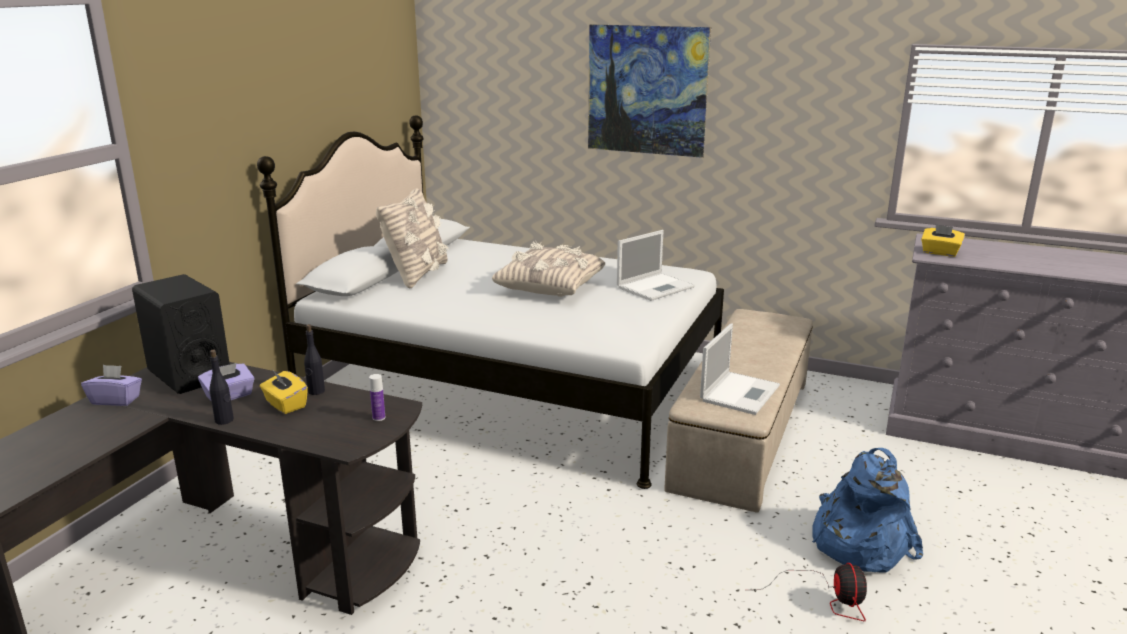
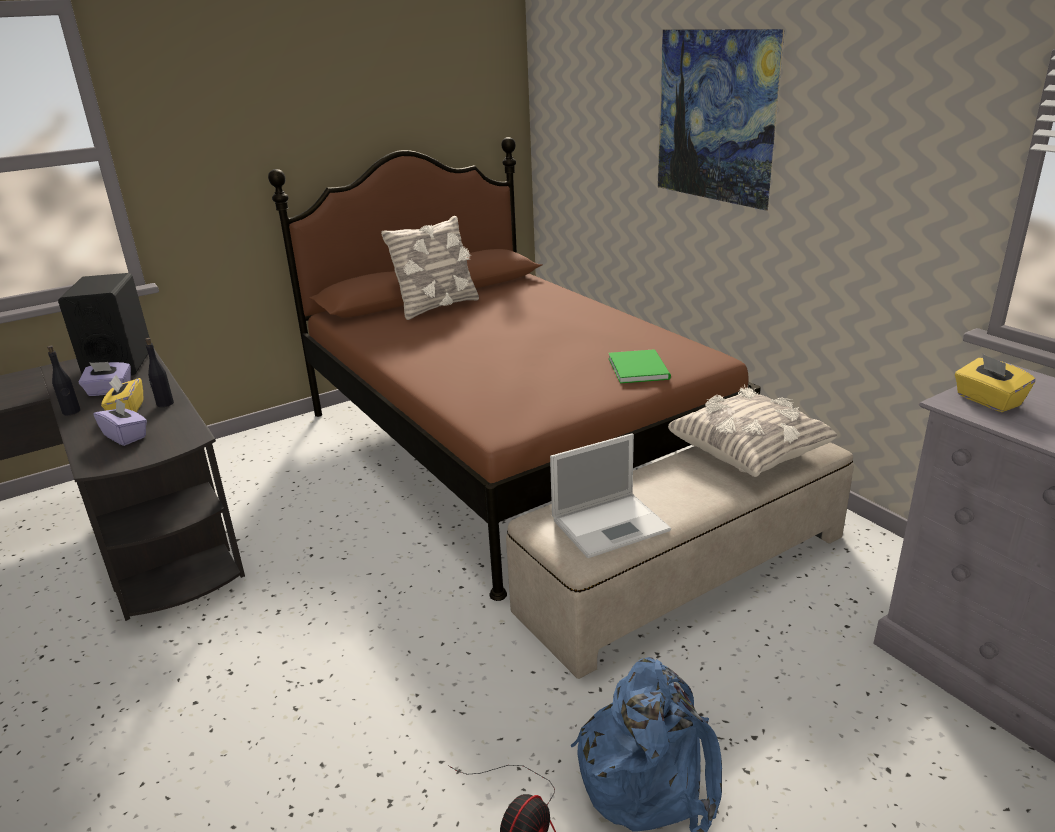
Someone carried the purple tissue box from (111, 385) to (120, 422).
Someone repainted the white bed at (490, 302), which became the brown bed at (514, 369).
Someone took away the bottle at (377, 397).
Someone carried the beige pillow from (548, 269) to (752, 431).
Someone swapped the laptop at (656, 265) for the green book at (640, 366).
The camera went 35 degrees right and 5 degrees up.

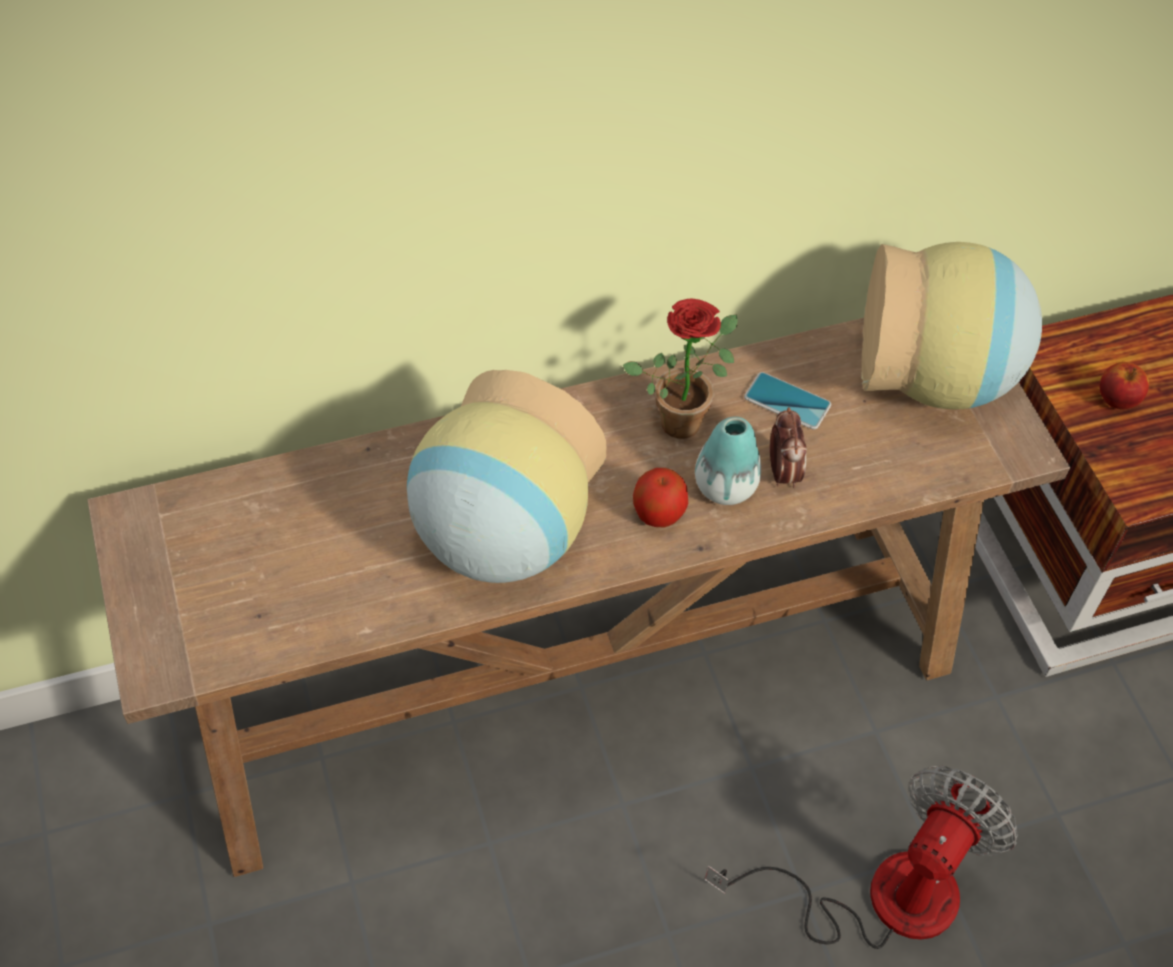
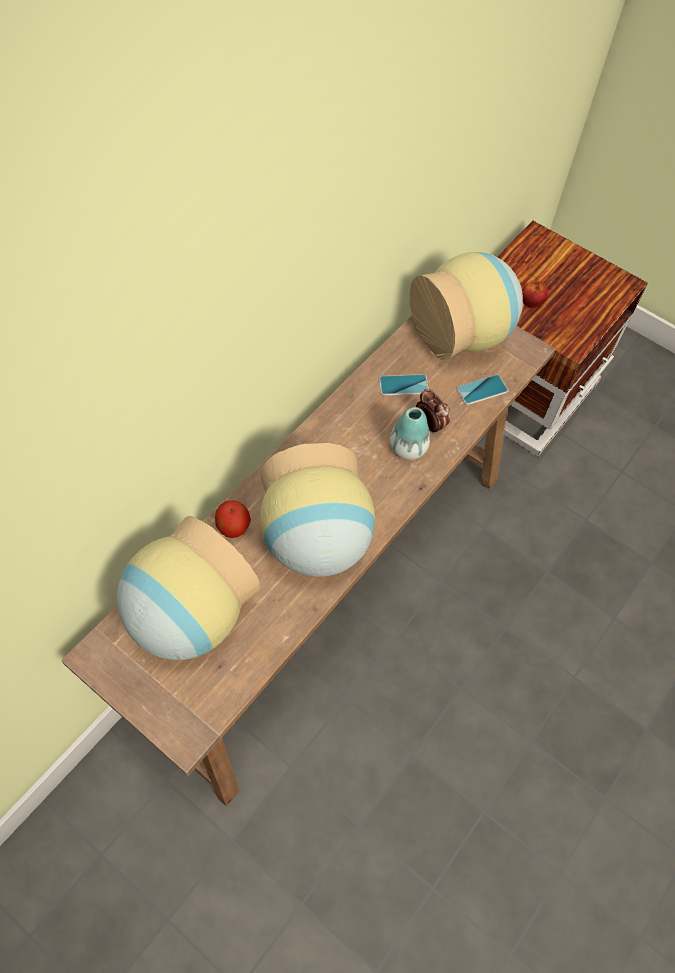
Someone took away the potted plant at (680, 369).
Someone carried the apple from (660, 497) to (233, 519).
Someone took away the fan at (861, 857).
Someone put down the vase at (188, 588).
Someone put down the phone at (482, 389).
The camera went 35 degrees left and 5 degrees up.

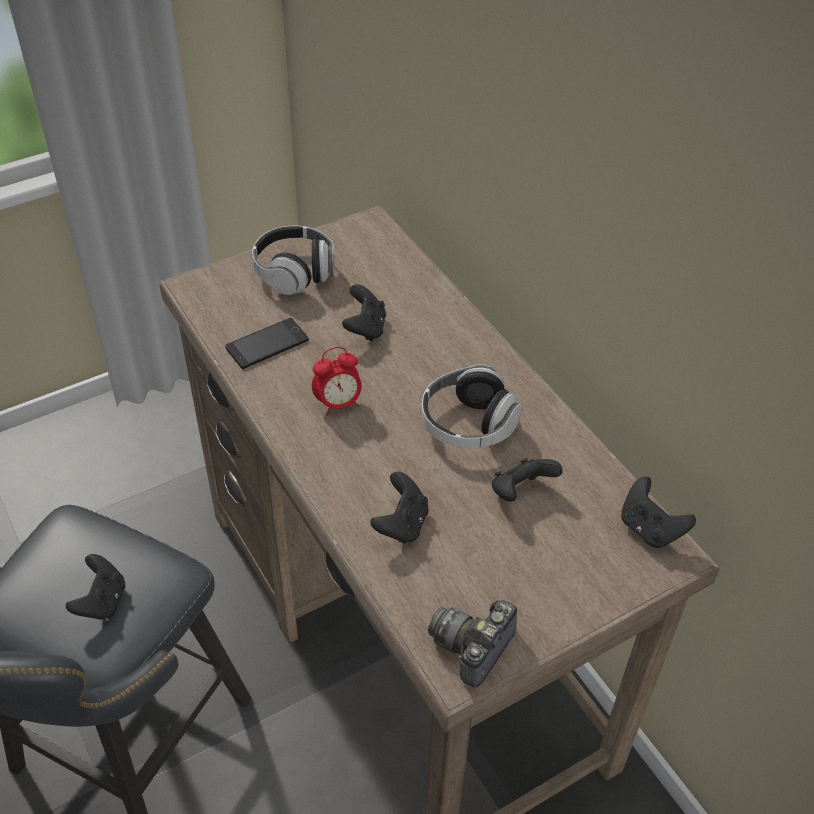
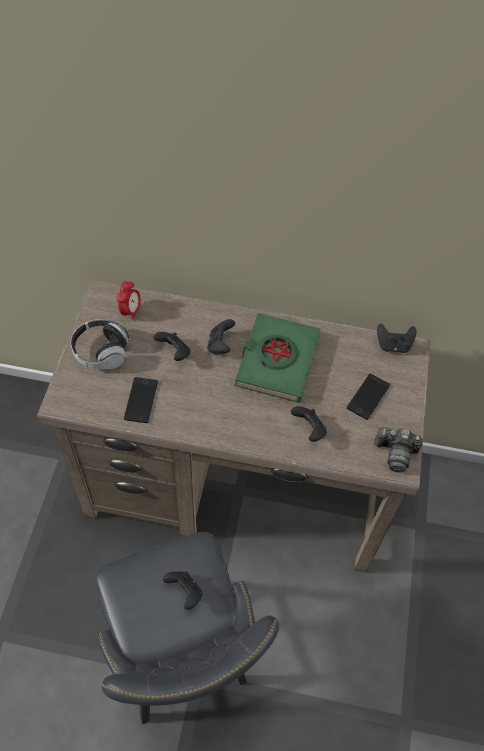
Someone carried the alarm clock from (337, 381) to (128, 300).
Someone swapped the headphones at (472, 406) for the green book at (278, 358).
Someone rotated the photo camera at (472, 644) by 60 degrees counterclockwise.
Someone carried the black game controller from (527, 480) to (221, 336).
Someone put down the phone at (368, 397).
The camera went 50 degrees left and 10 degrees up.

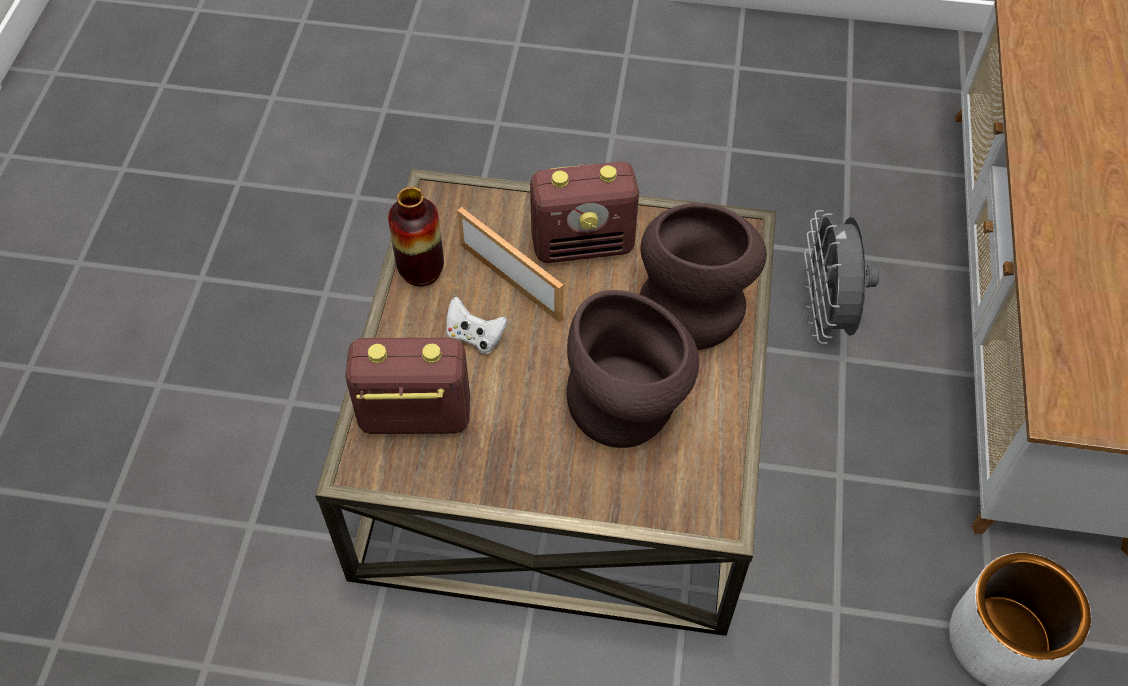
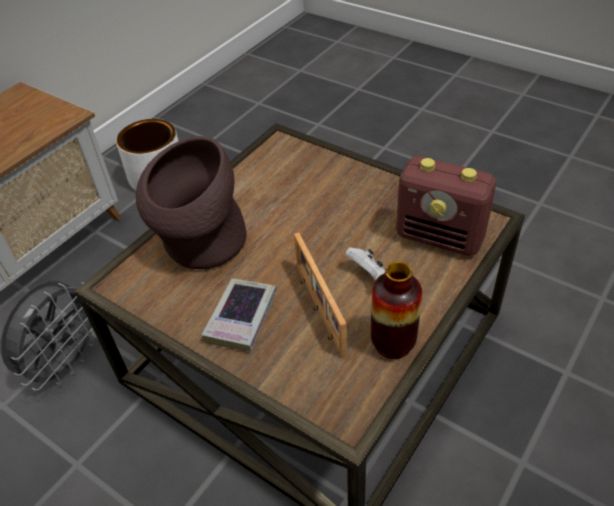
Someone swapped the radio at (584, 212) for the book at (239, 314).
Someone took away the brown vase at (633, 369).
The camera went 150 degrees left and 10 degrees down.

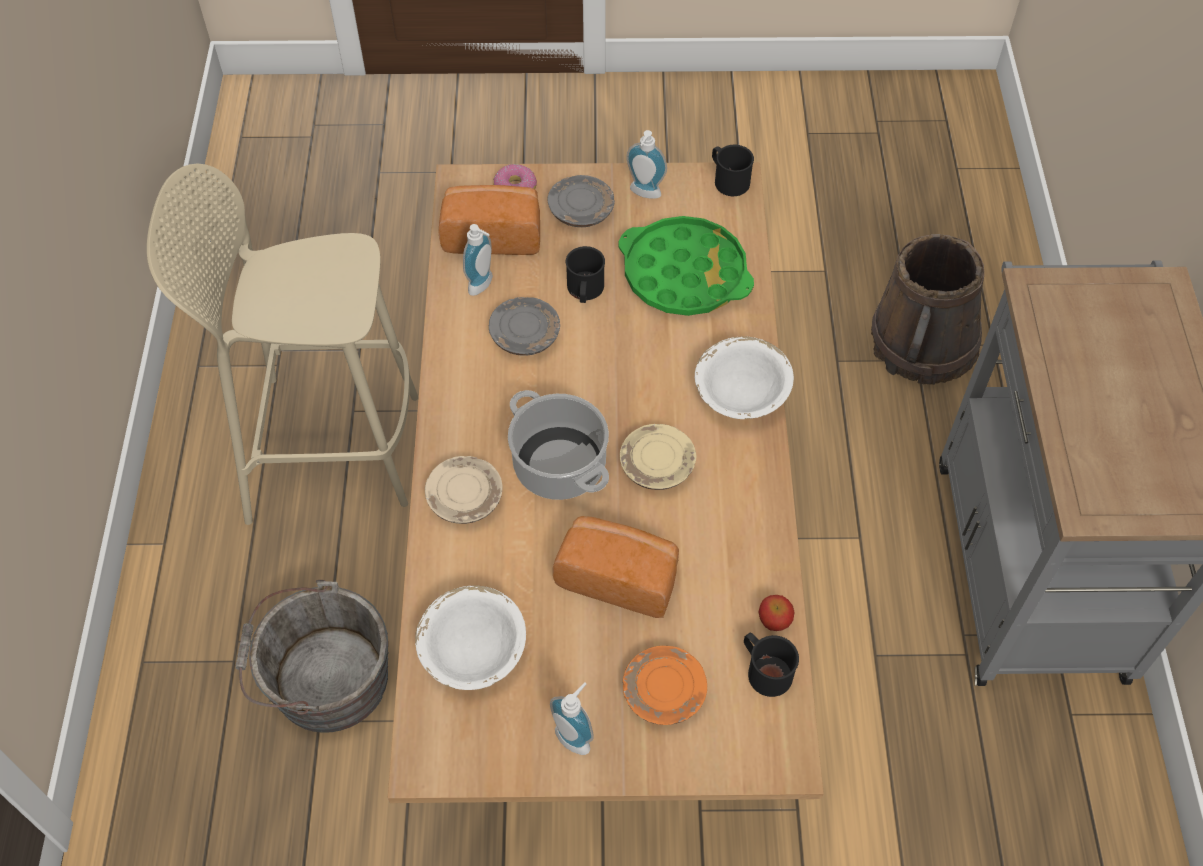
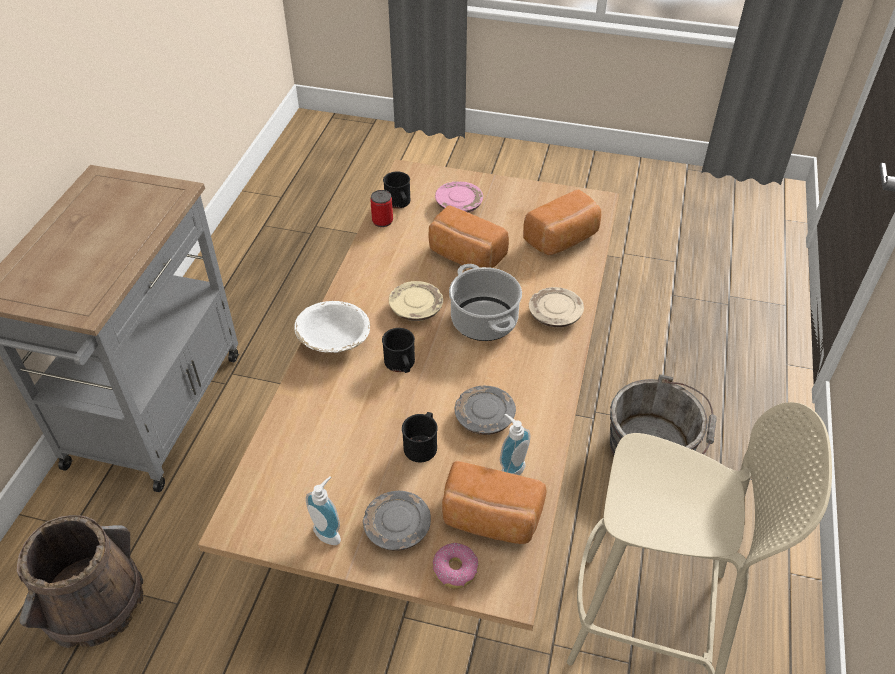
Someone swapped the white bowl at (470, 637) for the bread at (562, 222).
Someone took away the soap dispenser at (572, 719).
Someone took away the green tray at (686, 266).
Someone repainted the orange plate at (665, 685), which became the pink plate at (459, 197).
Someone carried the black mug from (733, 170) to (398, 350).
Someone swapped the apple at (776, 613) for the can at (381, 208).
The camera went 165 degrees left and 10 degrees down.

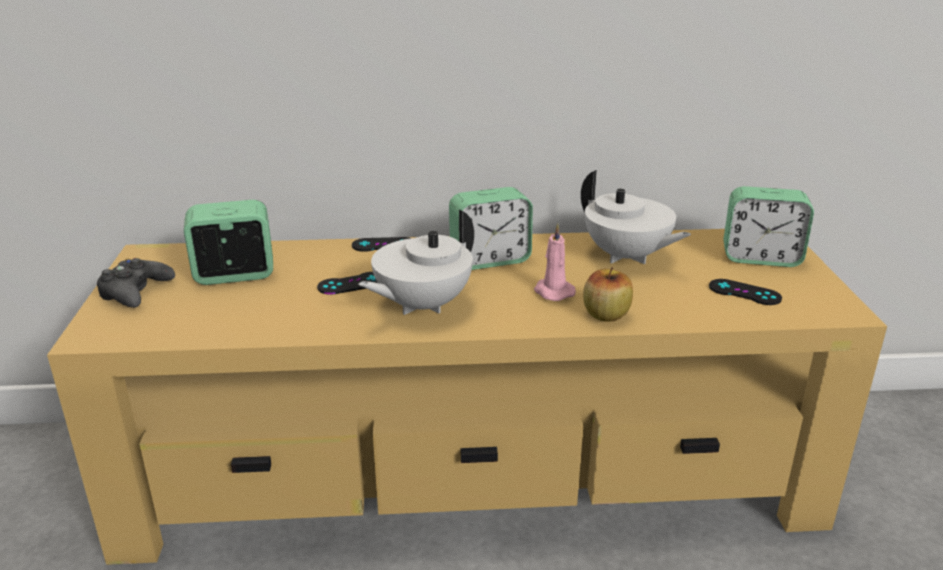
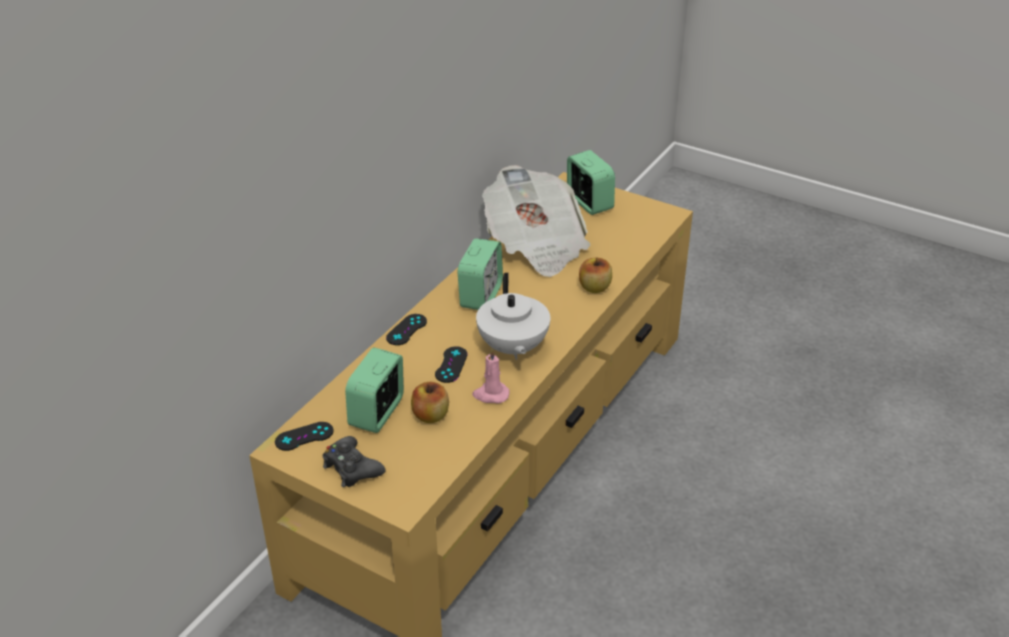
Someone carried the pink candle from (555, 262) to (491, 376).
Someone swapped the white teapot at (636, 217) for the newspaper at (536, 221).
Someone carried the black game controller from (745, 292) to (304, 436).
Someone rotated the alarm clock at (768, 226) by 75 degrees counterclockwise.
Someone put down the apple at (430, 402).
The camera went 55 degrees left and 10 degrees up.

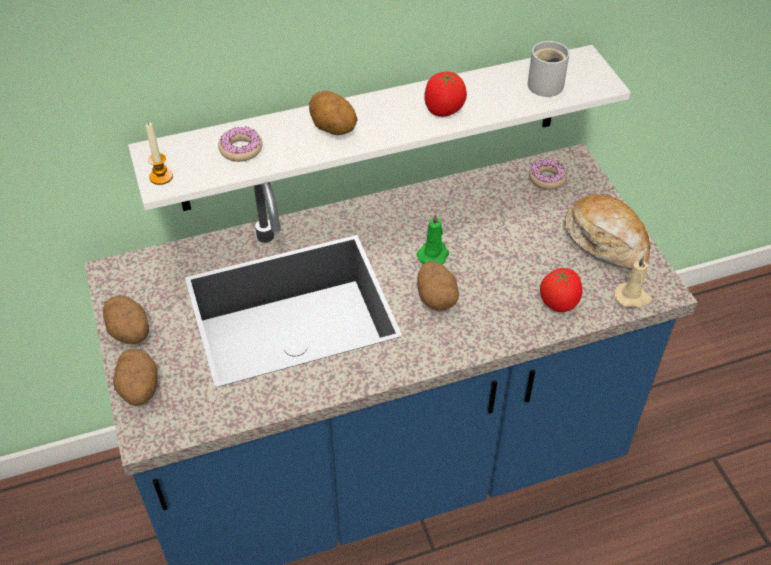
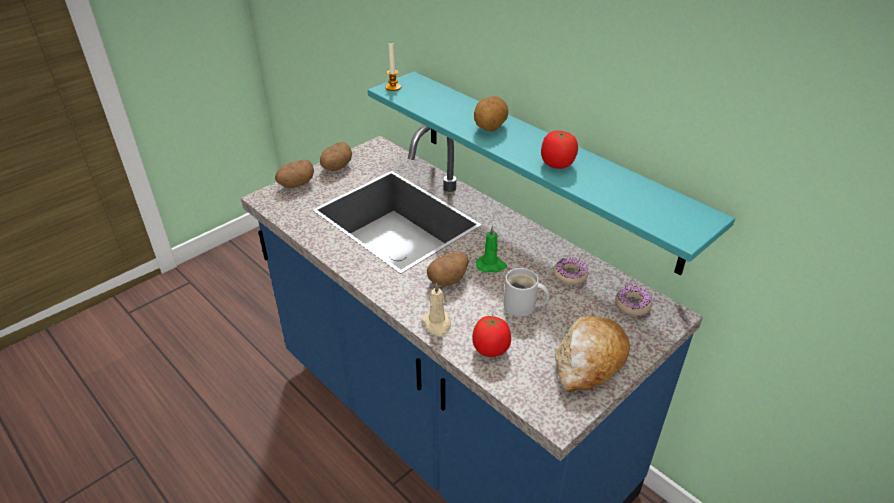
Someone repainted the white shelf at (379, 128), which became the turquoise shelf at (551, 173).
Someone carried the donut from (240, 144) to (571, 271).
Someone carried the white mug from (549, 69) to (526, 292).
Someone carried the beige candle from (633, 282) to (436, 309).
The camera went 65 degrees right and 10 degrees down.

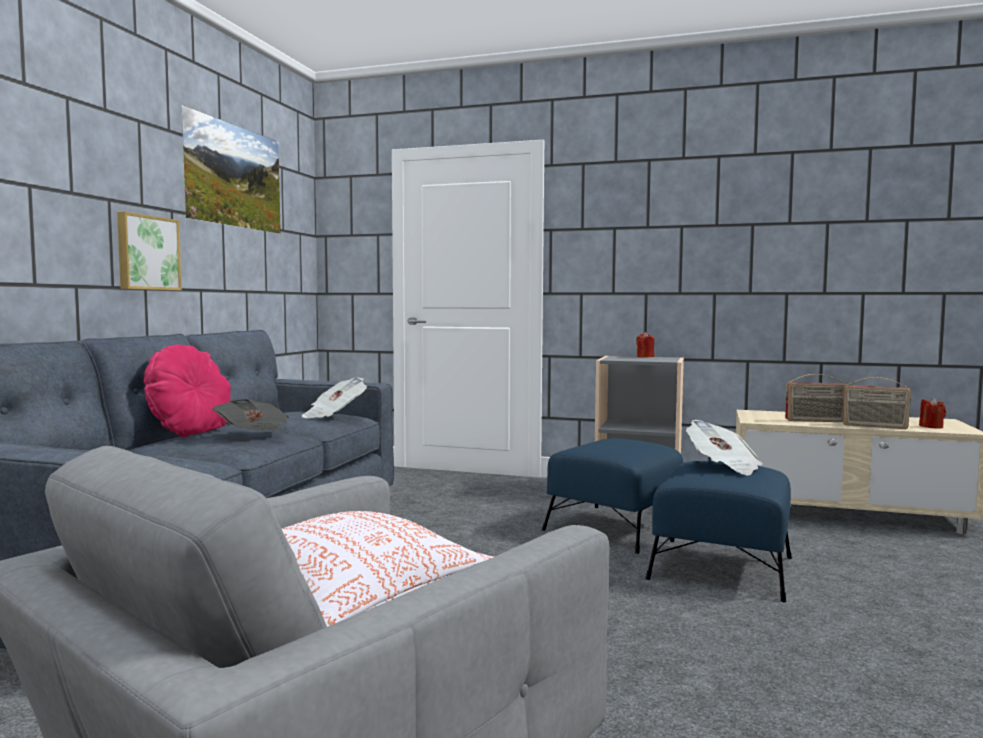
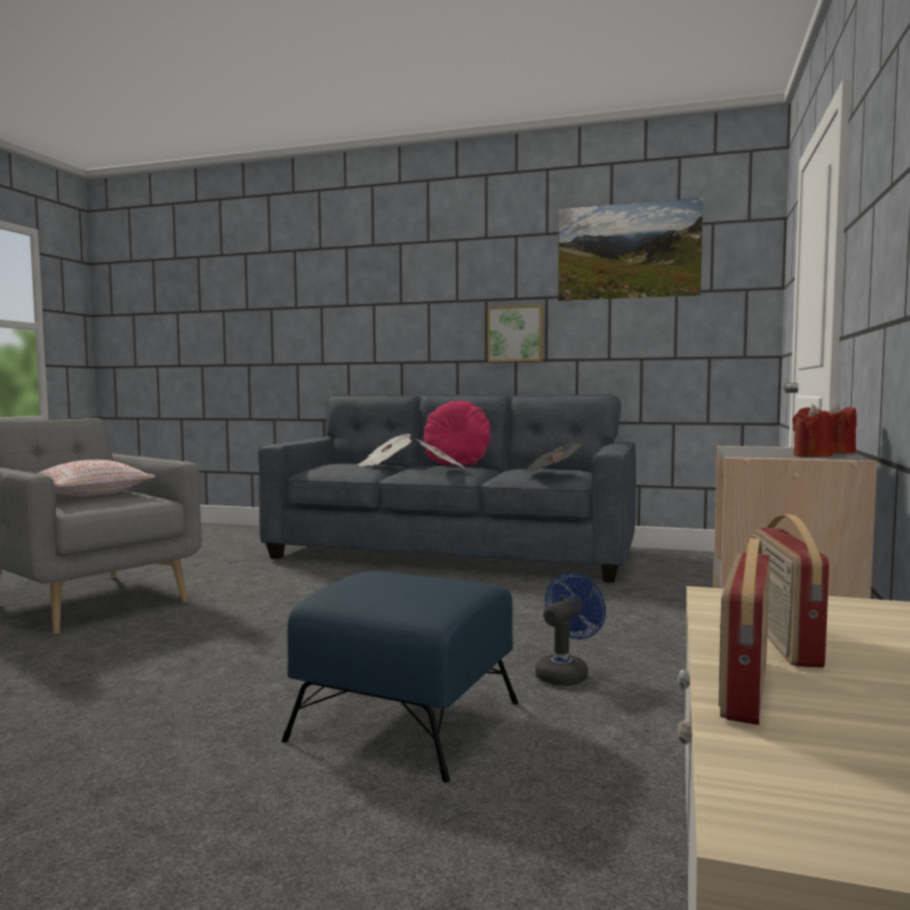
Someone swapped the blue ottoman at (612, 496) for the blue fan at (570, 629).
Someone carried the newspaper from (724, 448) to (385, 450).
Someone carried the red candle from (932, 413) to (813, 430).
The camera went 90 degrees right and 0 degrees up.

